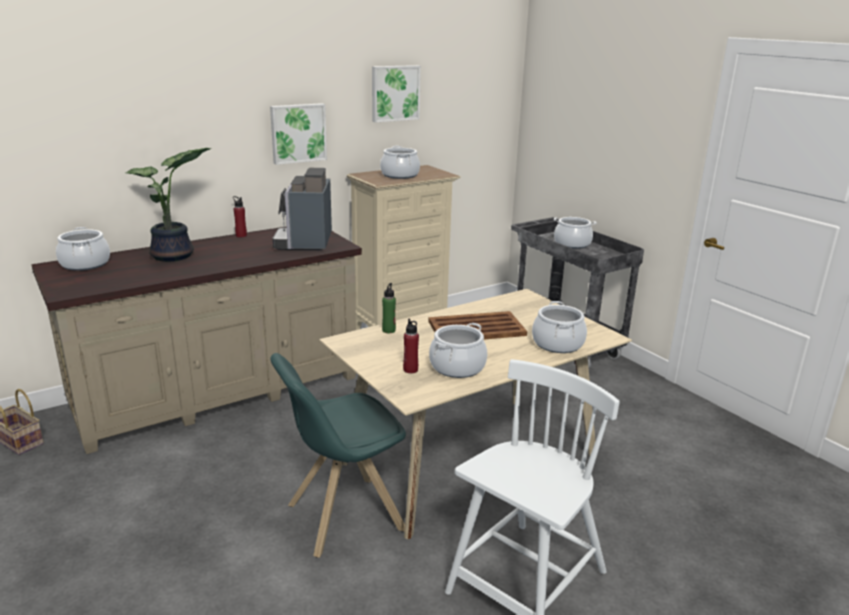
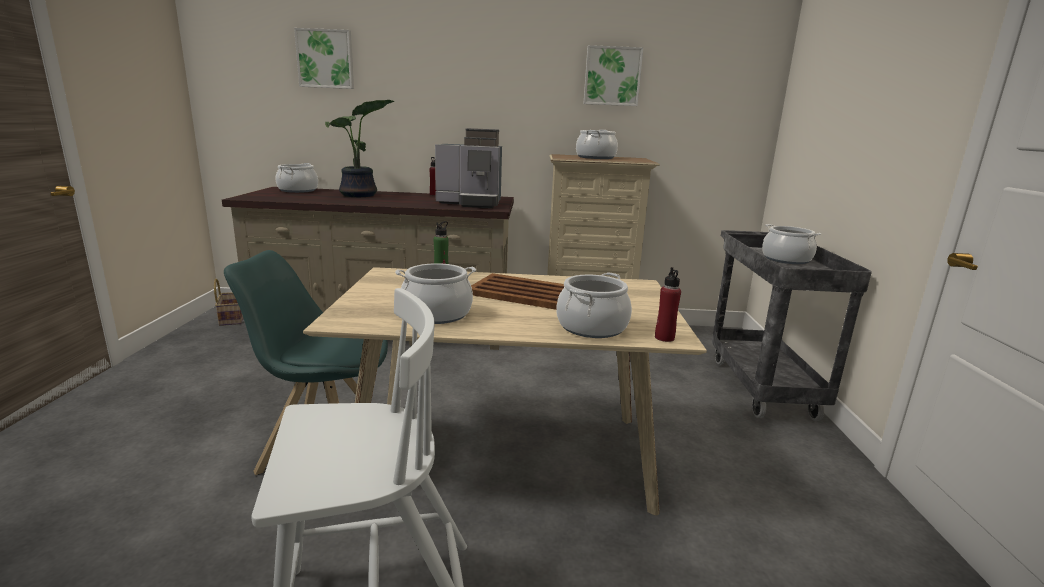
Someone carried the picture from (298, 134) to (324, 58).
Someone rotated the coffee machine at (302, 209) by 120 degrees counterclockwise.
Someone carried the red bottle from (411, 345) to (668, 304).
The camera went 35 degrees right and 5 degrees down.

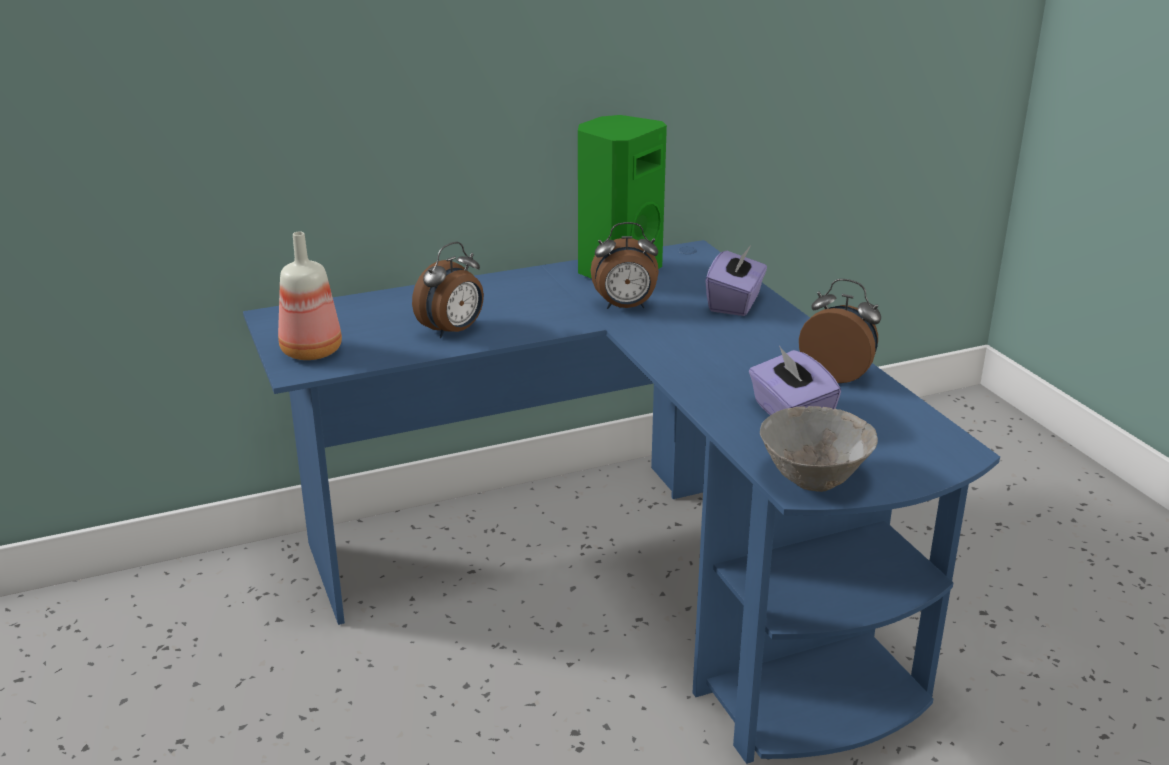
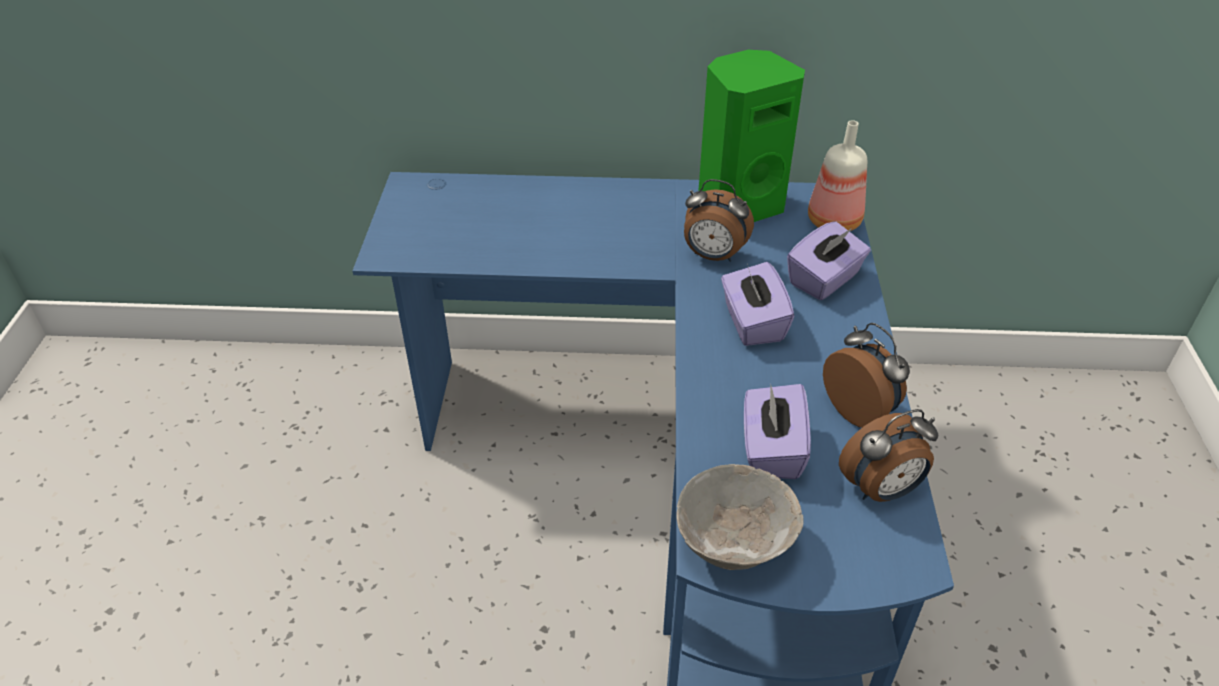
Someone carried the bottle from (310, 296) to (837, 175).
Someone carried the alarm clock from (448, 290) to (889, 455).
Someone put down the purple tissue box at (757, 304).
The camera went 25 degrees right and 15 degrees up.

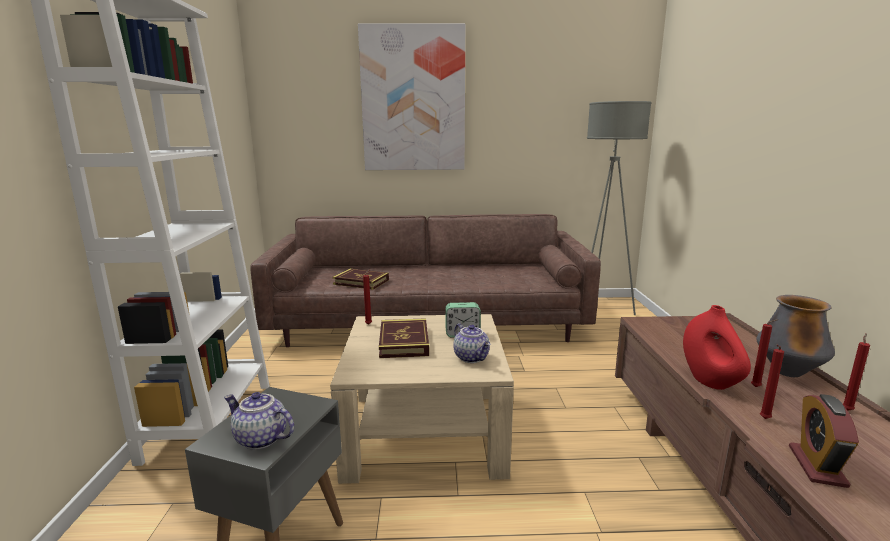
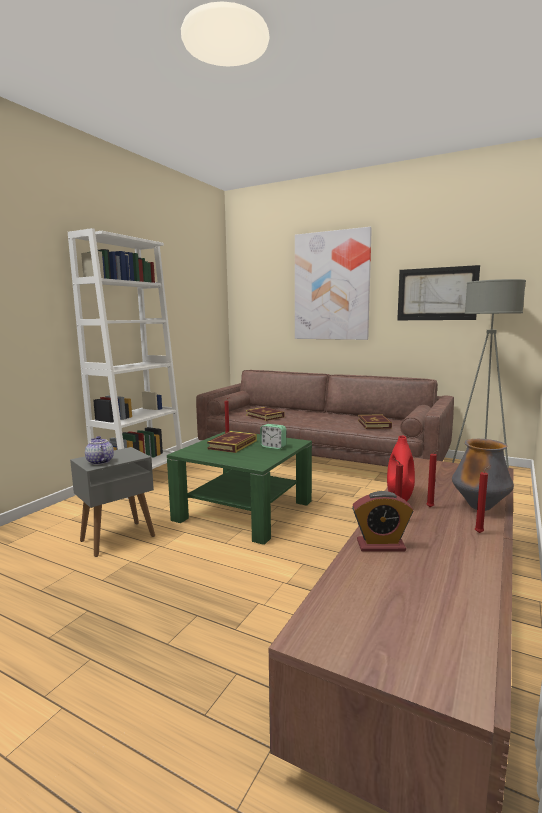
Someone repainted the beige coffee table at (422, 399), which became the green coffee table at (239, 487).
Someone took away the teapot at (471, 343).
Someone rotated the alarm clock at (824, 441) by 135 degrees counterclockwise.
Someone put down the book at (375, 421).
Someone put up the picture at (438, 292).
The camera went 30 degrees right and 5 degrees down.

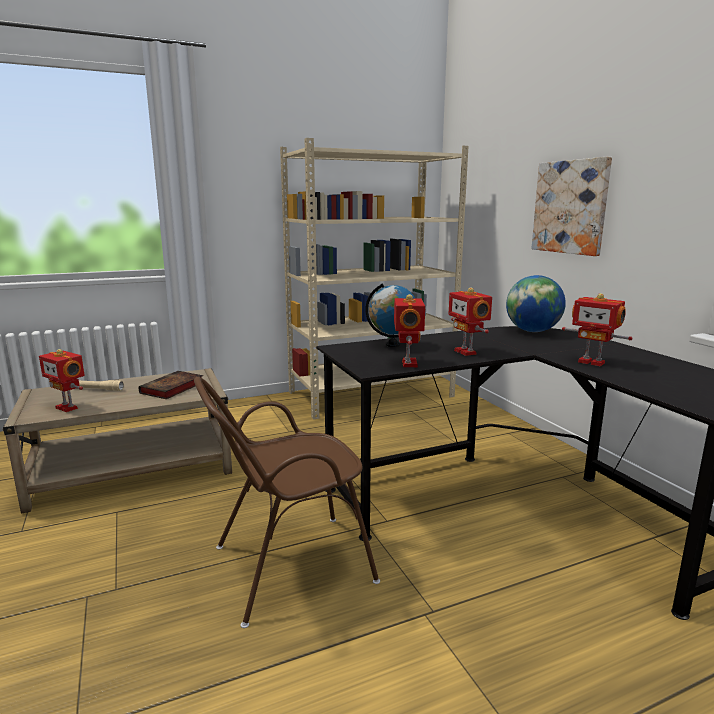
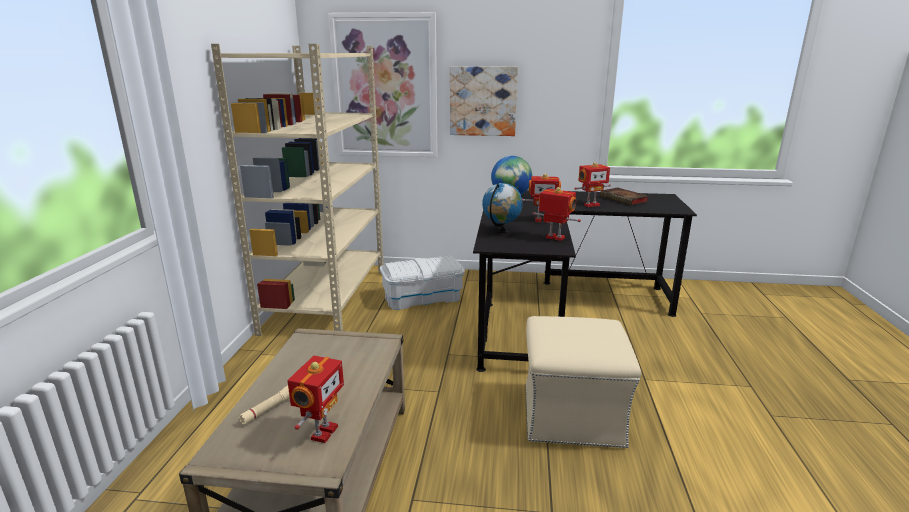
Someone rotated the toy robot at (62, 380) by 45 degrees counterclockwise.
Someone carried the book from (171, 385) to (624, 196).
Someone swapped the brown chair at (287, 502) for the beige ottoman at (583, 382).
Someone put up the picture at (383, 84).
Someone put down the white storage box at (422, 283).
The camera went 60 degrees left and 5 degrees up.

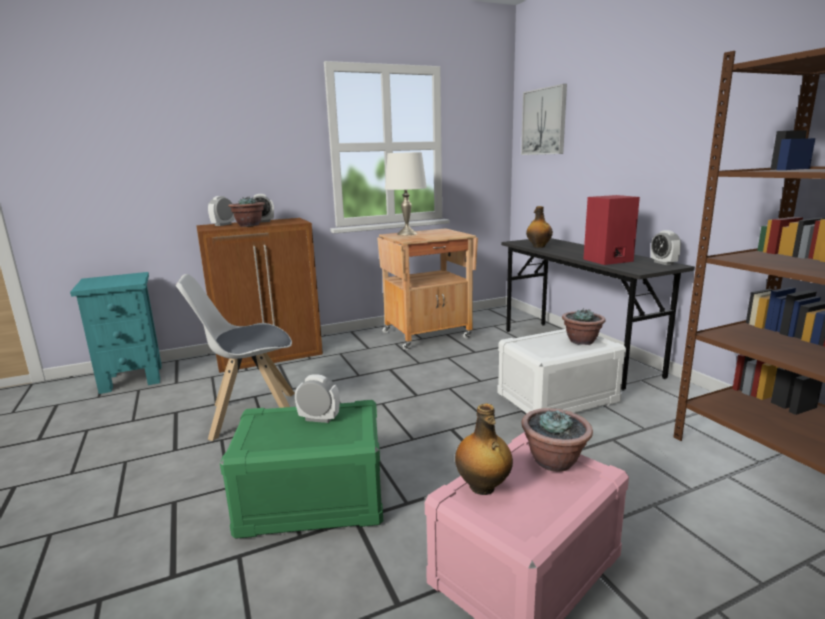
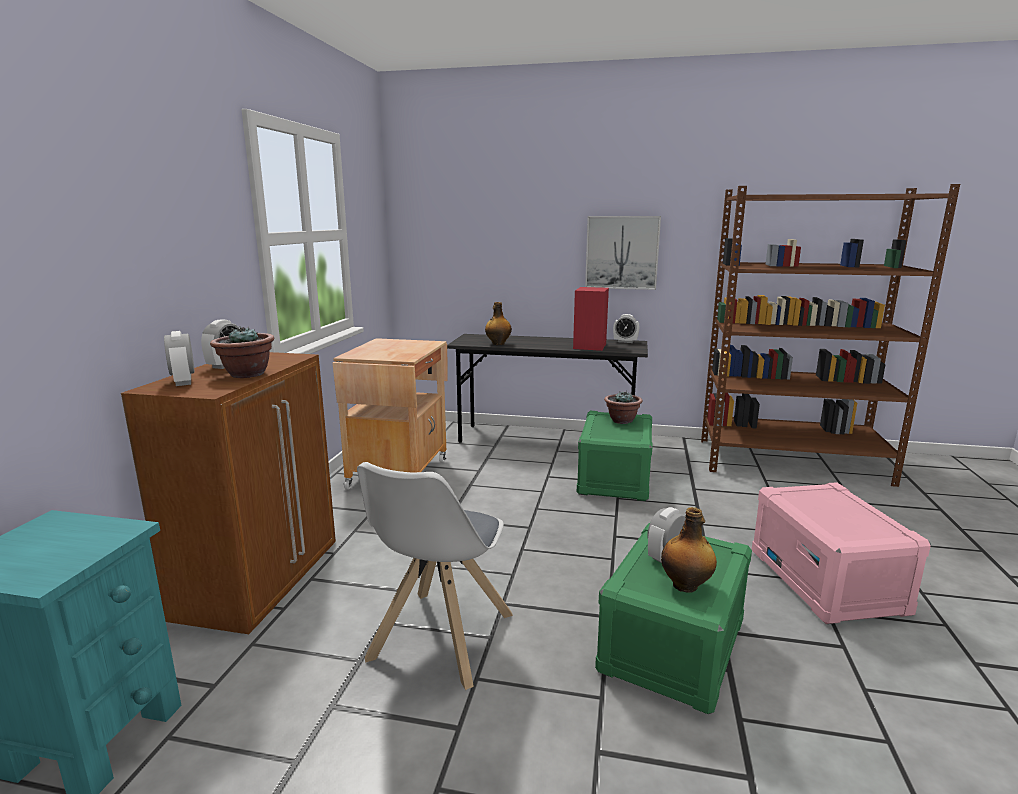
Someone took away the white table lamp at (406, 193).
Someone carried the bottle from (484, 449) to (689, 550).
Someone repainted the white storage box at (561, 371), which became the green storage box at (614, 456).
Someone carried the picture from (544, 119) to (623, 253).
Someone took away the potted plant at (557, 440).
The camera went 55 degrees left and 0 degrees up.

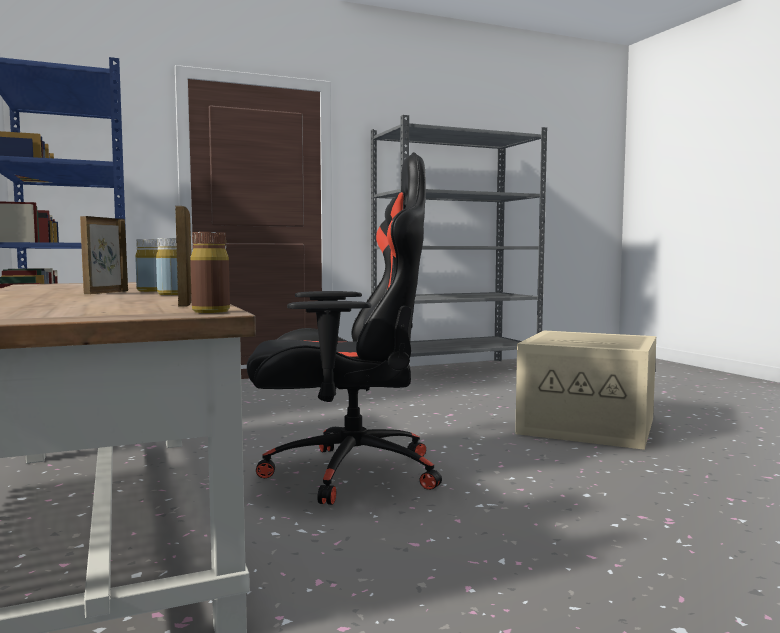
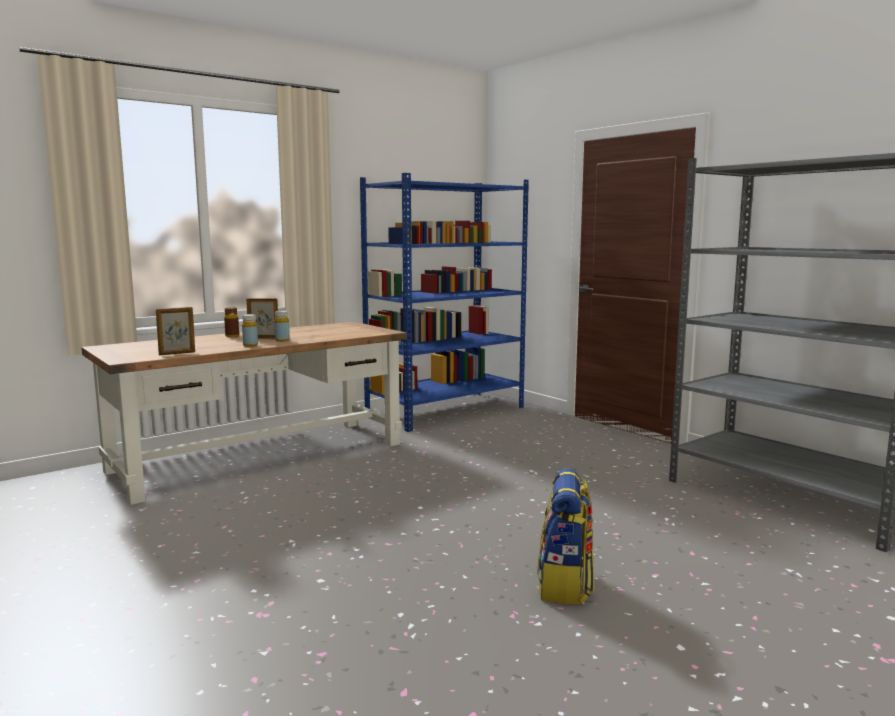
Someone carried the brown bottle from (210, 272) to (231, 322).
Someone took away the black office chair at (344, 328).
Someone swapped the beige storage box at (585, 390) for the backpack at (565, 537).
The camera went 75 degrees right and 5 degrees up.

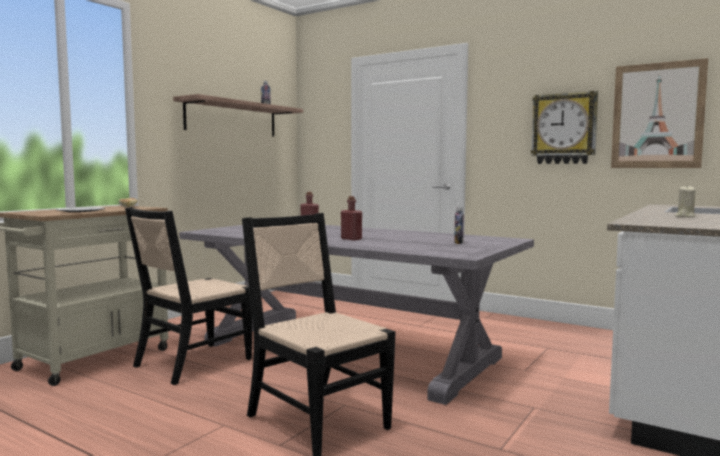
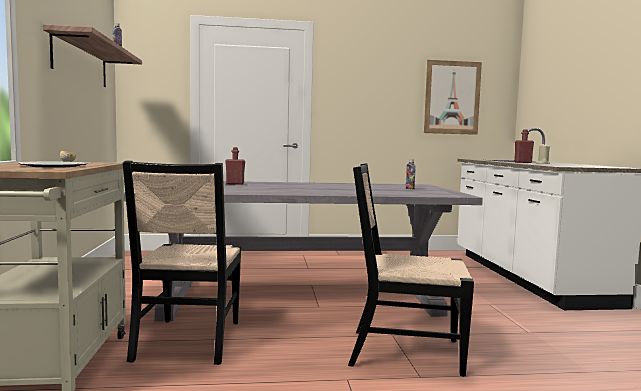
Someone carried the red bottle from (351, 218) to (524, 146).
Someone took away the wall clock at (564, 127).
The camera went 40 degrees left and 0 degrees up.

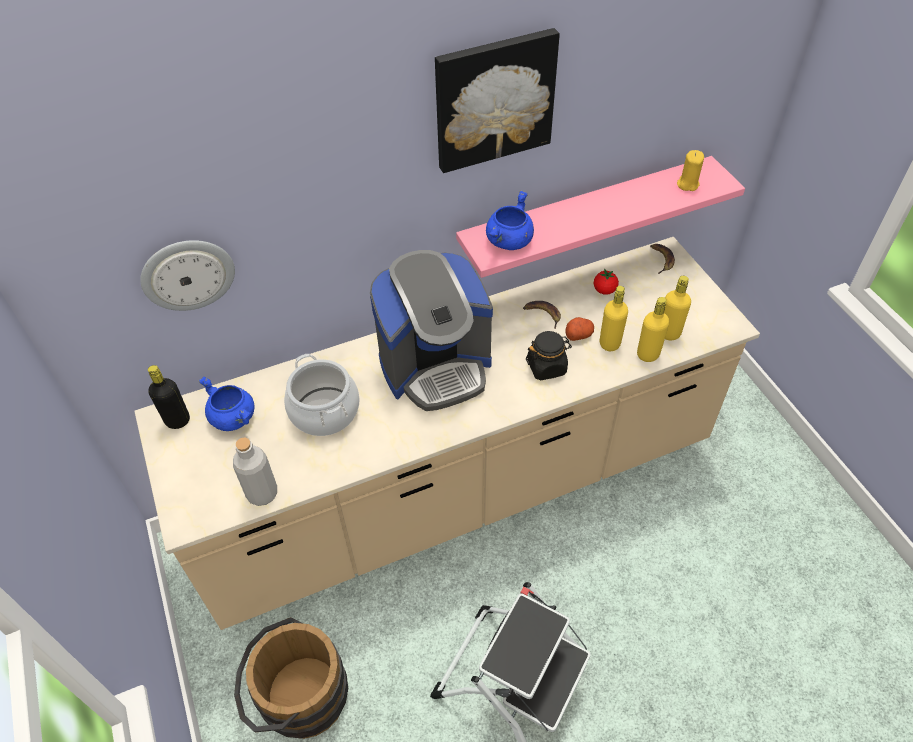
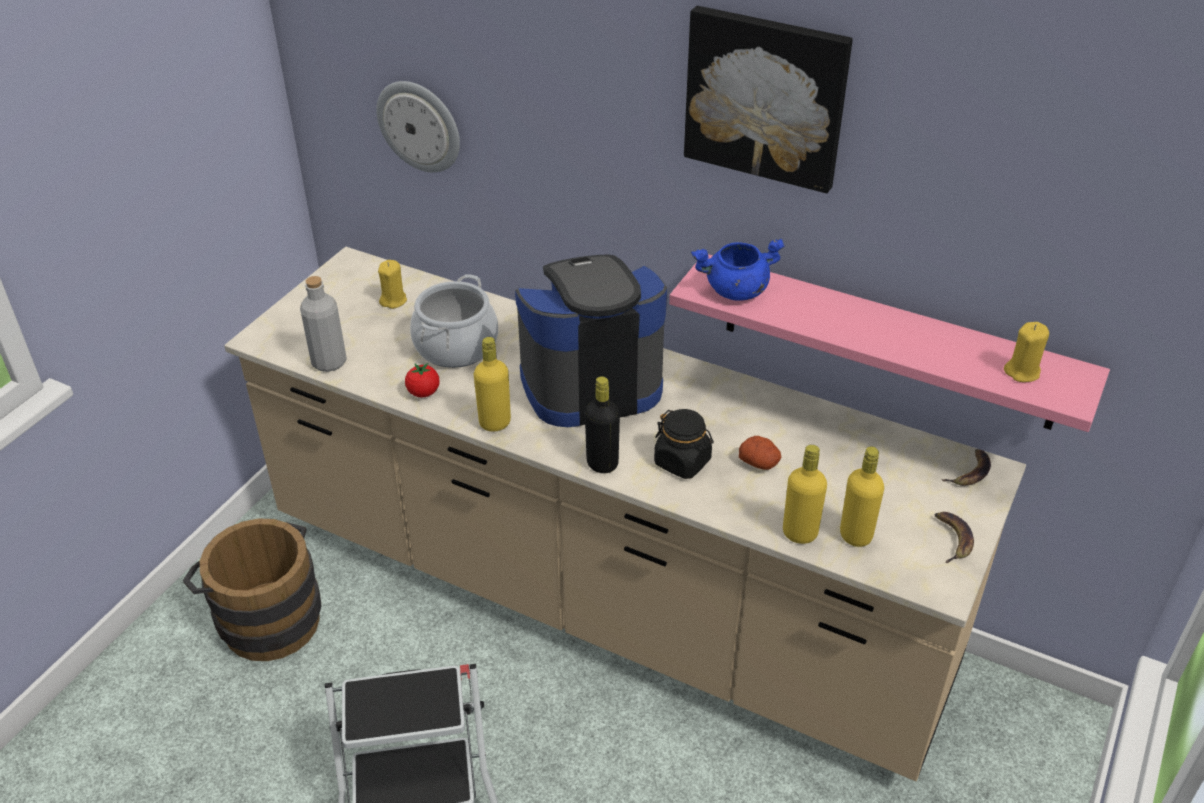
Someone carried the black bottle from (169, 397) to (602, 424).
Someone swapped the blue cooking pot at (227, 404) for the yellow candle at (392, 284).
Someone rotated the coffee machine at (431, 330) by 135 degrees clockwise.
Someone carried the banana from (542, 315) to (954, 537).
Someone carried the tomato from (606, 282) to (422, 380).
Someone carried the yellow bottle from (614, 318) to (492, 384).
The camera went 50 degrees right and 10 degrees down.

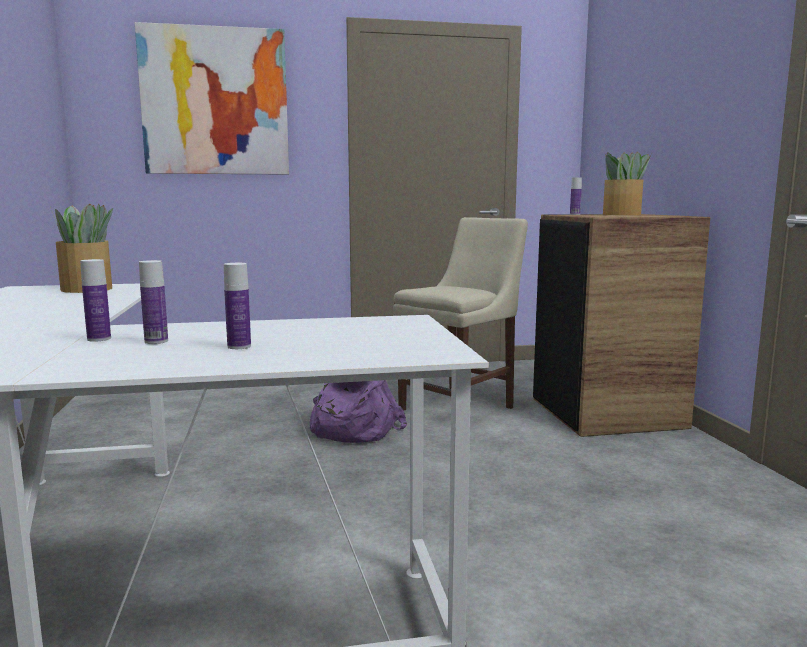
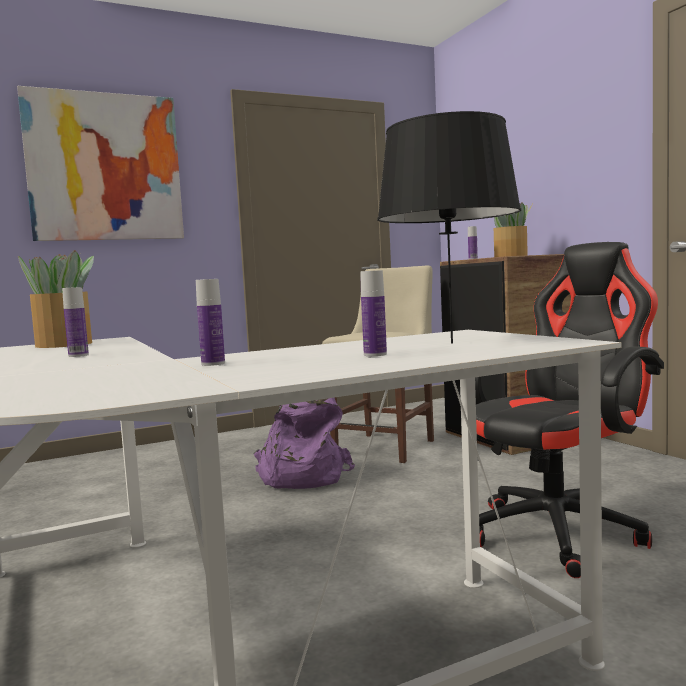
Someone carried the bottle from (153, 302) to (75, 322).
Someone put down the black table lamp at (449, 227).
Someone put down the black office chair at (569, 410).
The camera went 15 degrees left and 5 degrees down.

